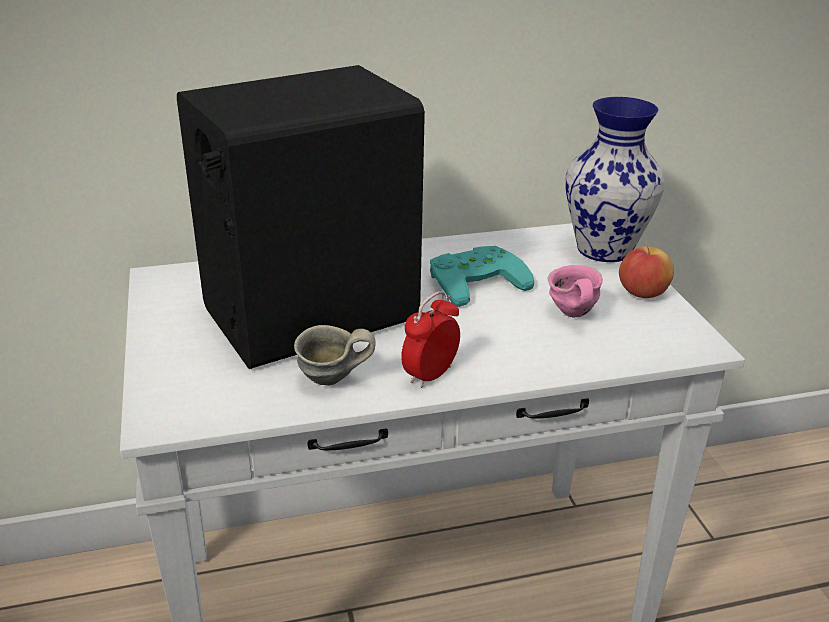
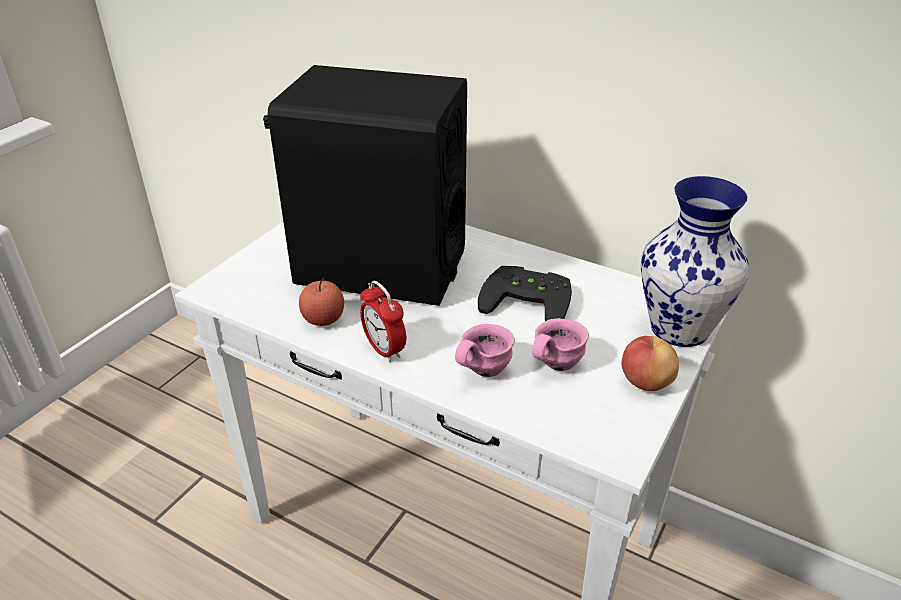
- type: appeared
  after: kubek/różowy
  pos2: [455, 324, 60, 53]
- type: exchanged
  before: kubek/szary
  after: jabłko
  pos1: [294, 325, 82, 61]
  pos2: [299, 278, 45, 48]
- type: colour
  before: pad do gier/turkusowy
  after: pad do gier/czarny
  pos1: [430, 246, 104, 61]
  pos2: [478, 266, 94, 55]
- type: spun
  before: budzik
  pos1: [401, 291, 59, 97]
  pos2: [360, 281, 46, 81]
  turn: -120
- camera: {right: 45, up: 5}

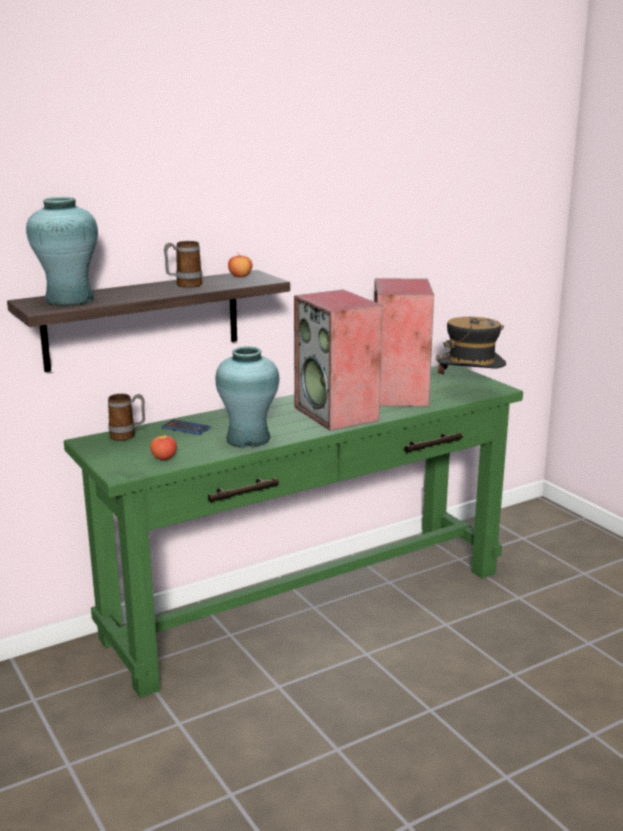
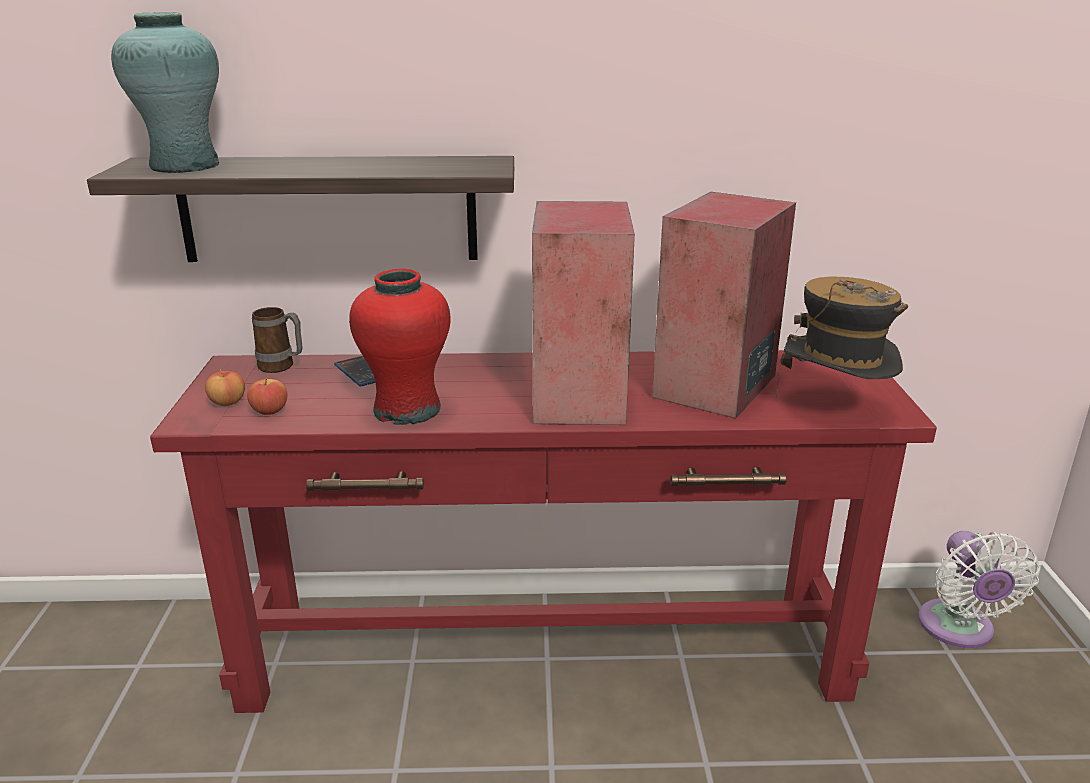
- type: missing
  before: kubek
  pos1: [164, 241, 38, 47]
- type: appeared
  after: wentylator/biały
  pos2: [918, 531, 122, 117]
- type: relocated
  before: jabłko
  pos1: [228, 253, 24, 24]
  pos2: [205, 368, 40, 38]
- type: colour
  before: stolik konsolowy/zielony
  after: stolik konsolowy/czerwony
  pos1: [64, 365, 459, 333]
  pos2: [150, 350, 787, 363]
- type: colour
  before: wazon/turkusowy
  after: wazon/czerwony
  pos1: [215, 346, 64, 102]
  pos2: [349, 269, 102, 156]
- camera: {right: 30, up: 5}

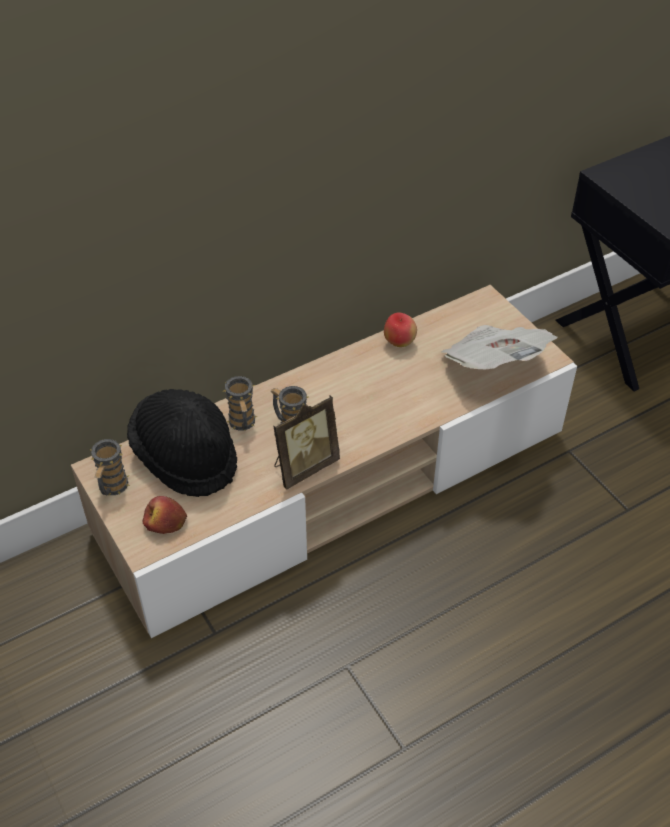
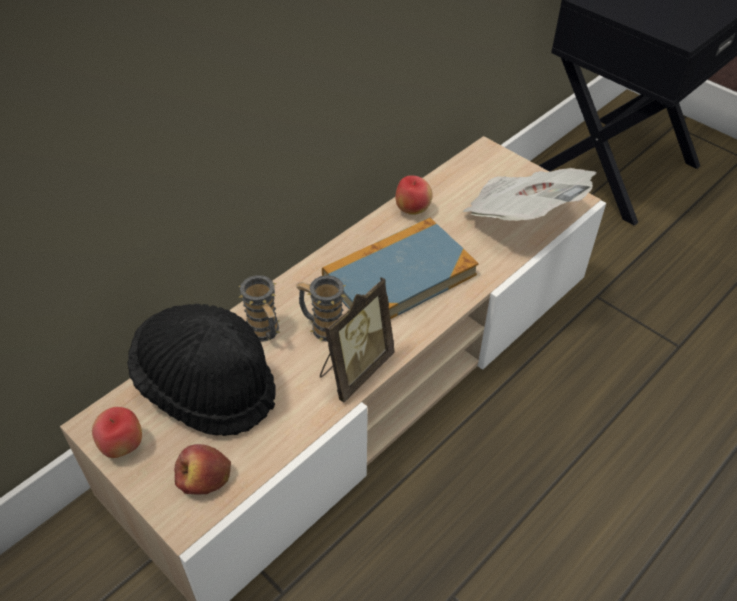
- type: appeared
  after: książka
  pos2: [322, 218, 157, 101]
- type: exchanged
  before: kubek
  after: jabłko
  pos1: [90, 439, 40, 57]
  pos2: [92, 407, 50, 51]
- camera: {right: -15, up: 0}

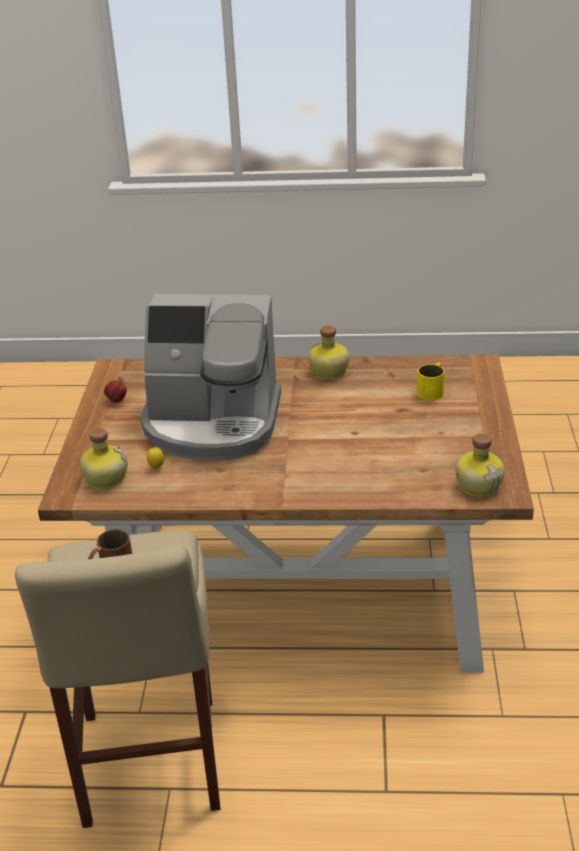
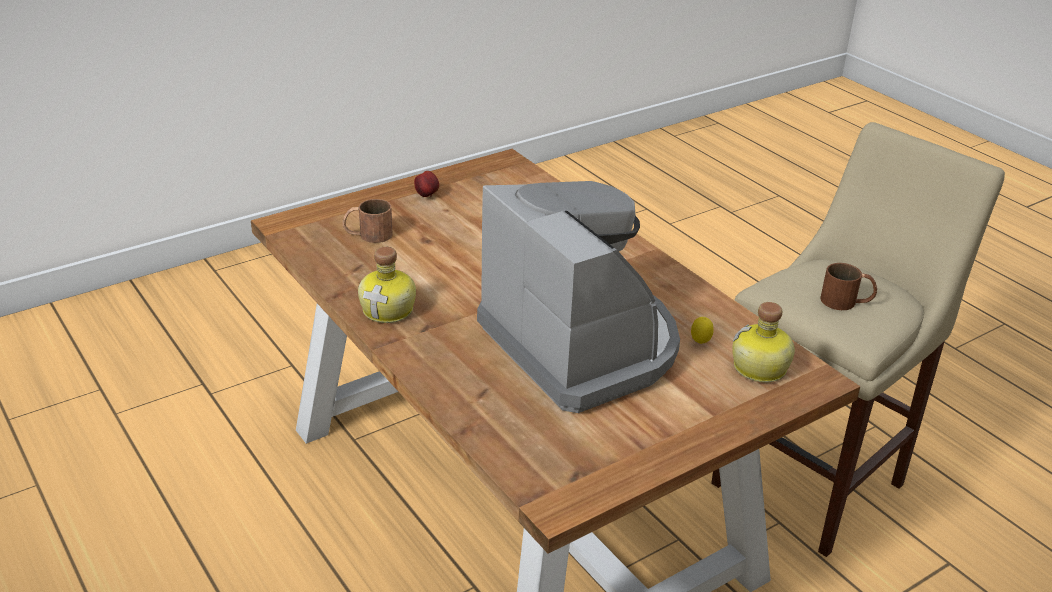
- type: missing
  before: butelka
  pos1: [455, 433, 50, 64]
- type: relocated
  before: jabłko
  pos1: [104, 380, 23, 22]
  pos2: [414, 171, 25, 26]
- type: colour
  before: kubek/żółty
  after: kubek/brązowy
  pos1: [417, 363, 28, 37]
  pos2: [342, 199, 51, 44]
- camera: {right: -130, up: 0}

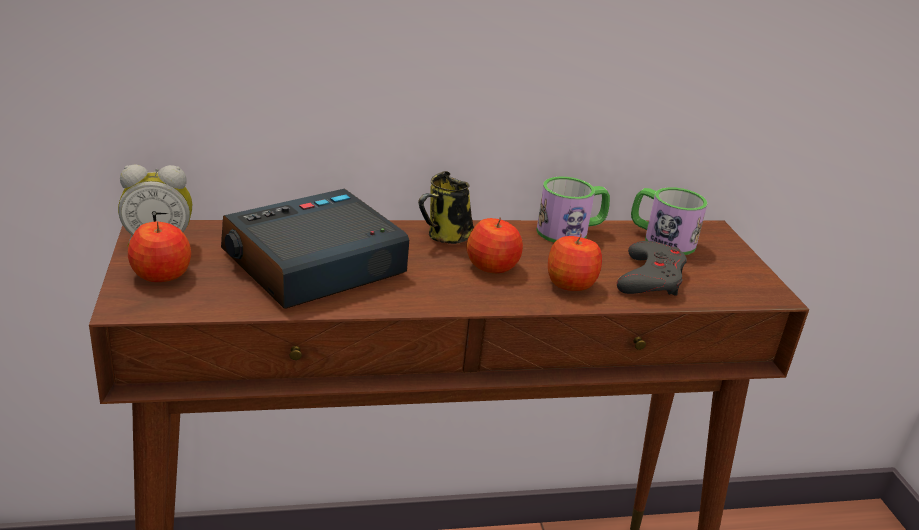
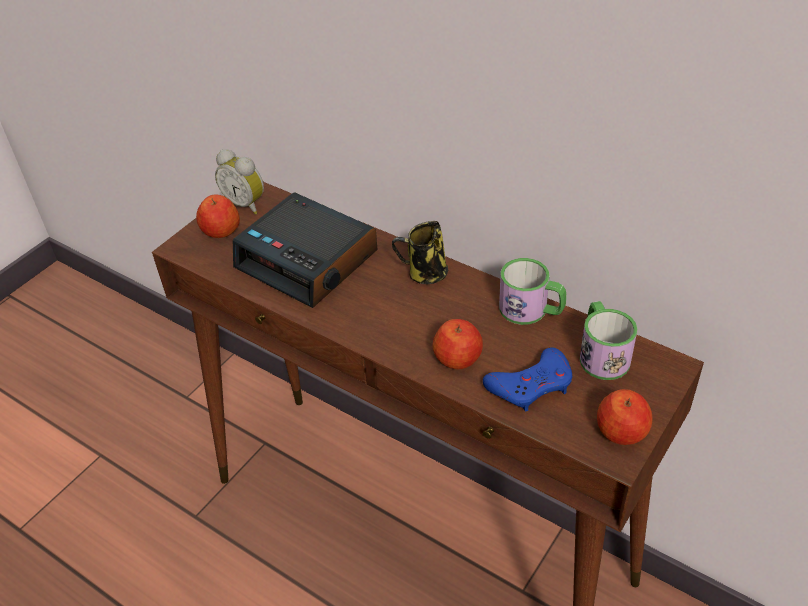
- type: relocated
  before: jabłko
  pos1: [467, 218, 56, 55]
  pos2: [597, 389, 55, 56]
- type: colour
  before: pad do gier/szary
  after: pad do gier/niebieski
  pos1: [617, 241, 70, 55]
  pos2: [483, 347, 89, 65]
- type: spun
  before: budzik
  pos1: [221, 188, 188, 120]
  pos2: [233, 192, 144, 116]
  turn: -150
- camera: {right: 50, up: 15}

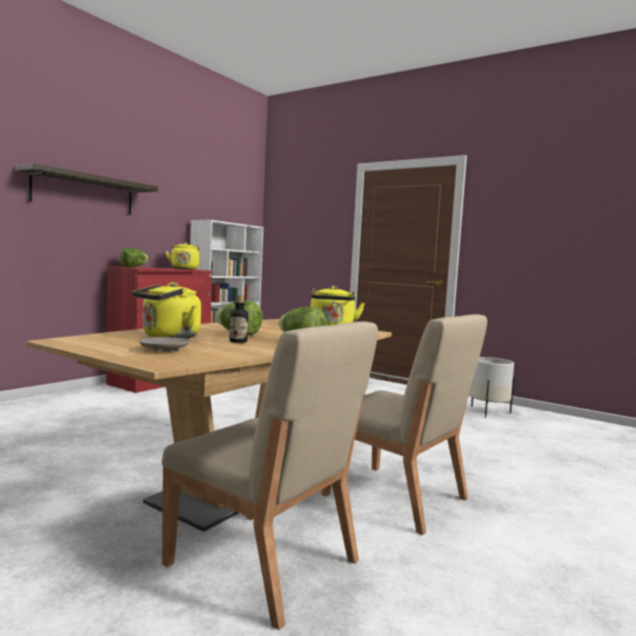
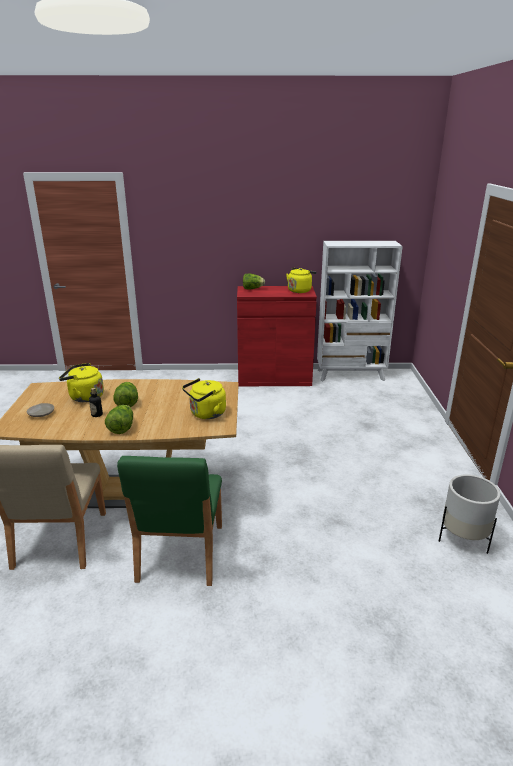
- type: missing
  before: półka
  pos1: [16, 163, 142, 51]
- type: colour
  before: krzesło/beżowy
  after: krzesło/zielony
  pos1: [321, 314, 166, 221]
  pos2: [117, 456, 105, 130]
- camera: {right: 55, up: 20}

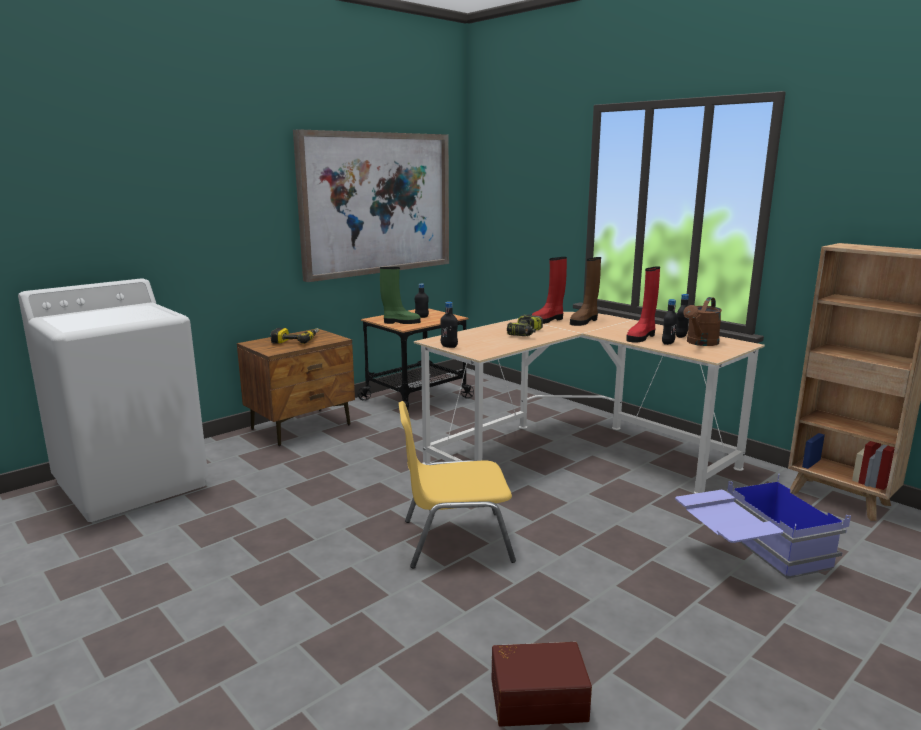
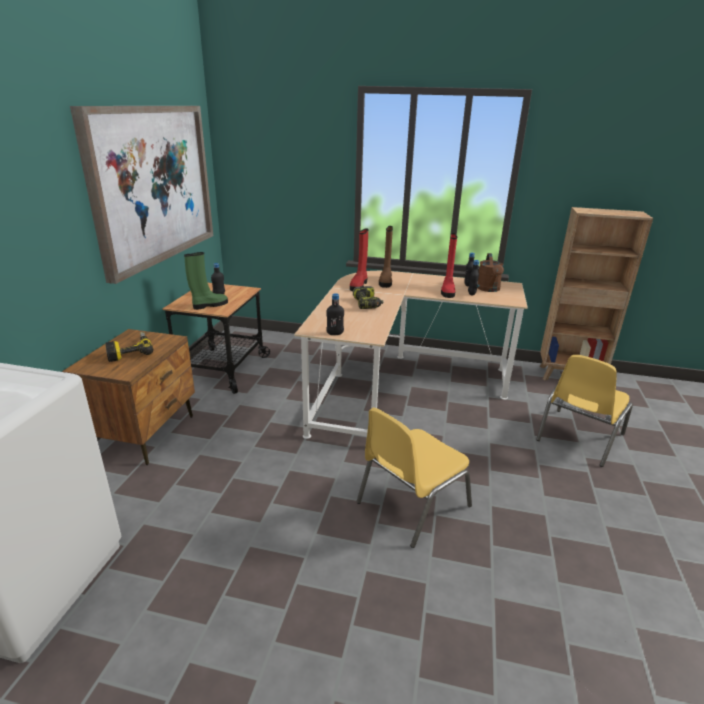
- type: missing
  before: pojemnik do przechowywania/brązowy
  pos1: [492, 642, 100, 85]
- type: exchanged
  before: pojemnik do przechowywania/niebieski
  after: krzesło/żółty
  pos1: [675, 474, 176, 105]
  pos2: [536, 355, 97, 112]
- camera: {right: -35, up: 10}

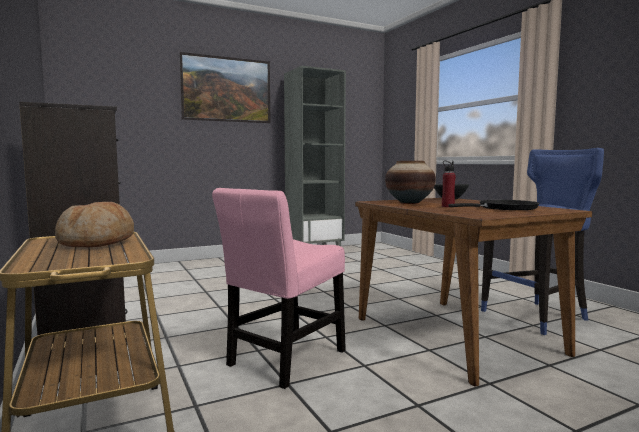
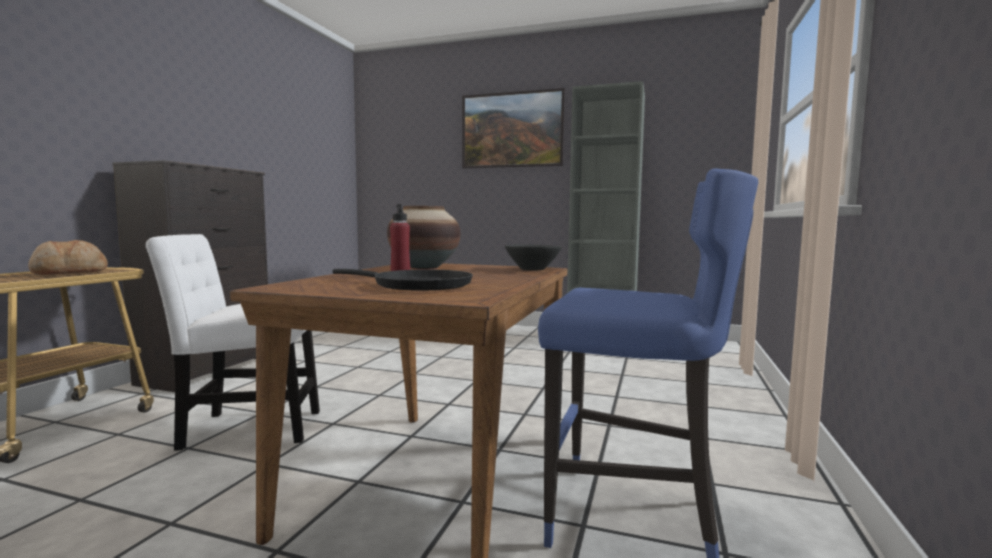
- type: colour
  before: krzesło/różowy
  after: krzesło/biały
  pos1: [212, 188, 134, 201]
  pos2: [146, 234, 174, 217]
- camera: {right: 45, up: 0}

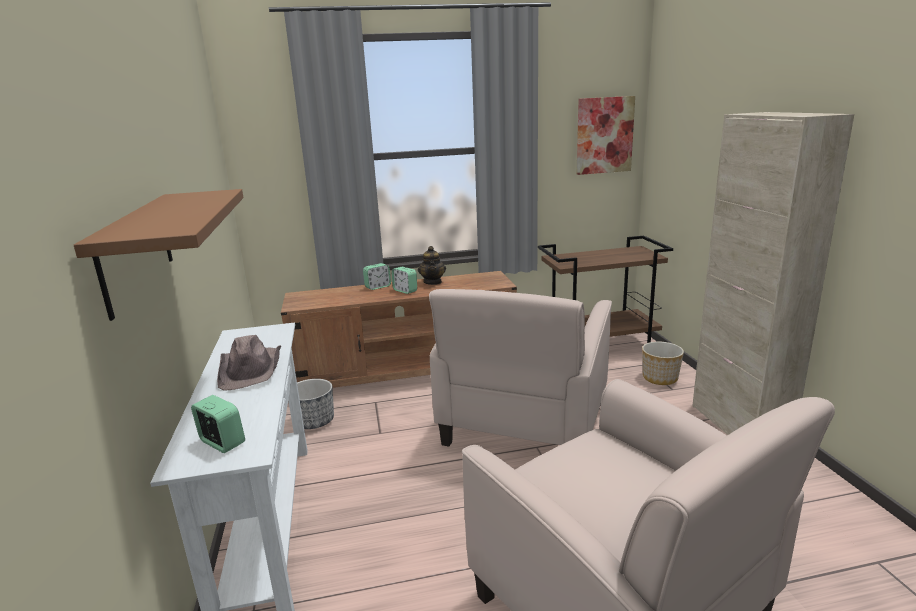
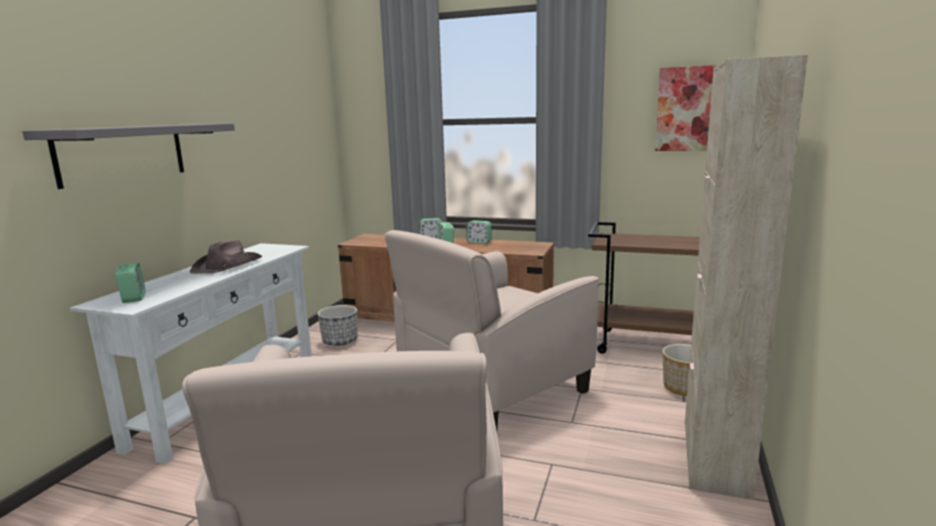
- type: exchanged
  before: imbryk
  after: budzik
  pos1: [418, 246, 28, 39]
  pos2: [466, 220, 25, 24]
- type: colour
  before: półka/brązowy
  after: półka/szary
  pos1: [74, 189, 170, 132]
  pos2: [22, 123, 213, 66]
- camera: {right: 30, up: -5}

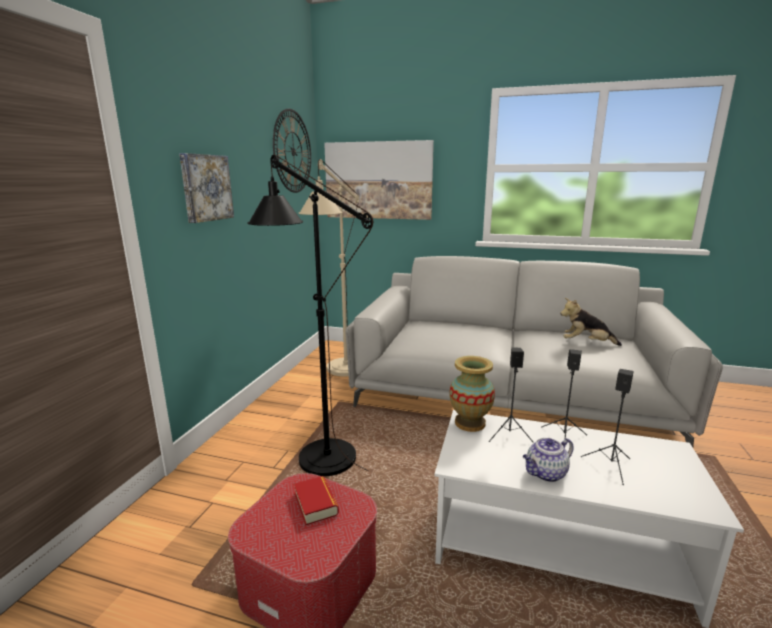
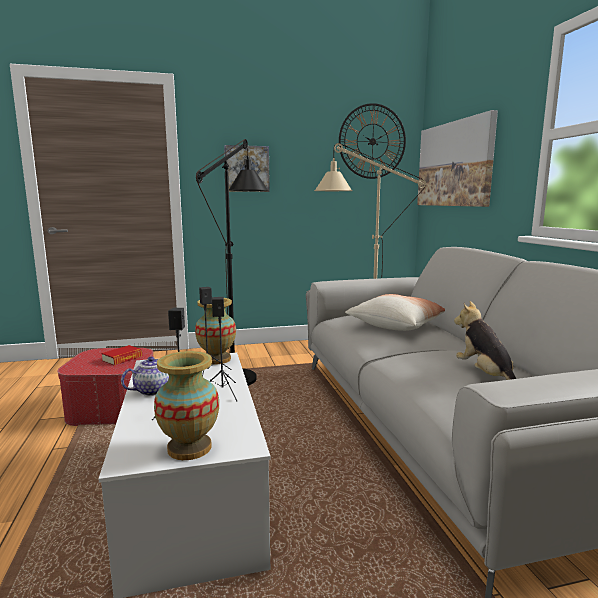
- type: appeared
  after: wazon
  pos2: [154, 351, 65, 109]
- type: appeared
  after: poduszka
  pos2: [345, 294, 100, 37]
- type: spun
  before: imbryk
  pos1: [523, 438, 50, 44]
  pos2: [121, 357, 48, 39]
  turn: 105
- camera: {right: 60, up: -5}

